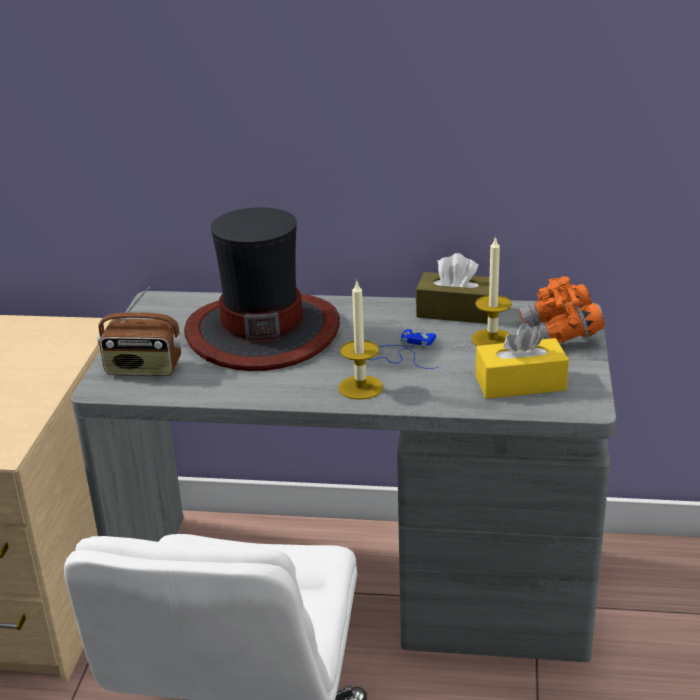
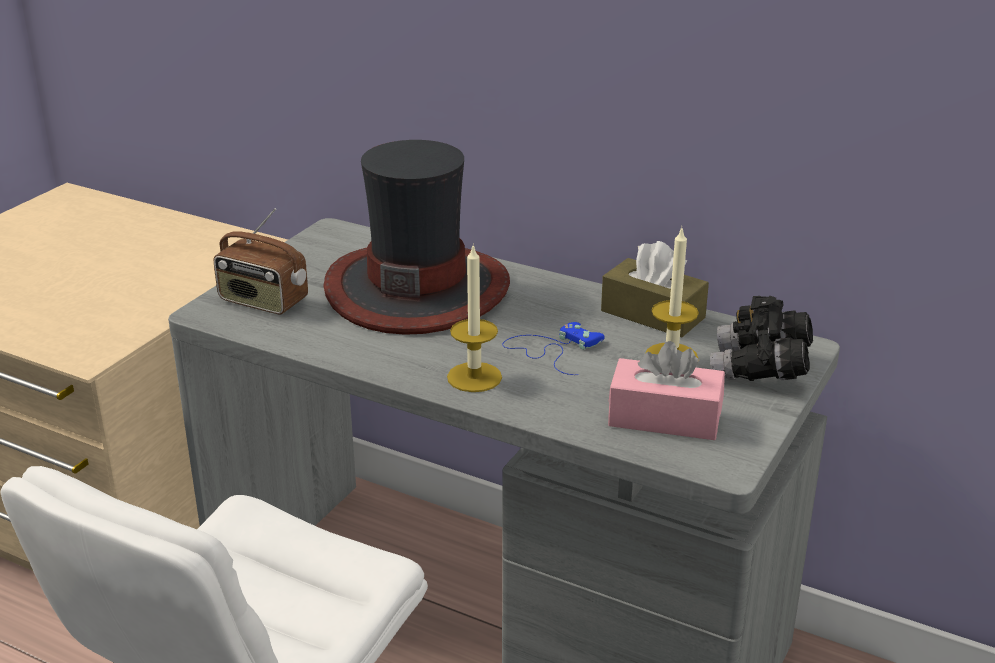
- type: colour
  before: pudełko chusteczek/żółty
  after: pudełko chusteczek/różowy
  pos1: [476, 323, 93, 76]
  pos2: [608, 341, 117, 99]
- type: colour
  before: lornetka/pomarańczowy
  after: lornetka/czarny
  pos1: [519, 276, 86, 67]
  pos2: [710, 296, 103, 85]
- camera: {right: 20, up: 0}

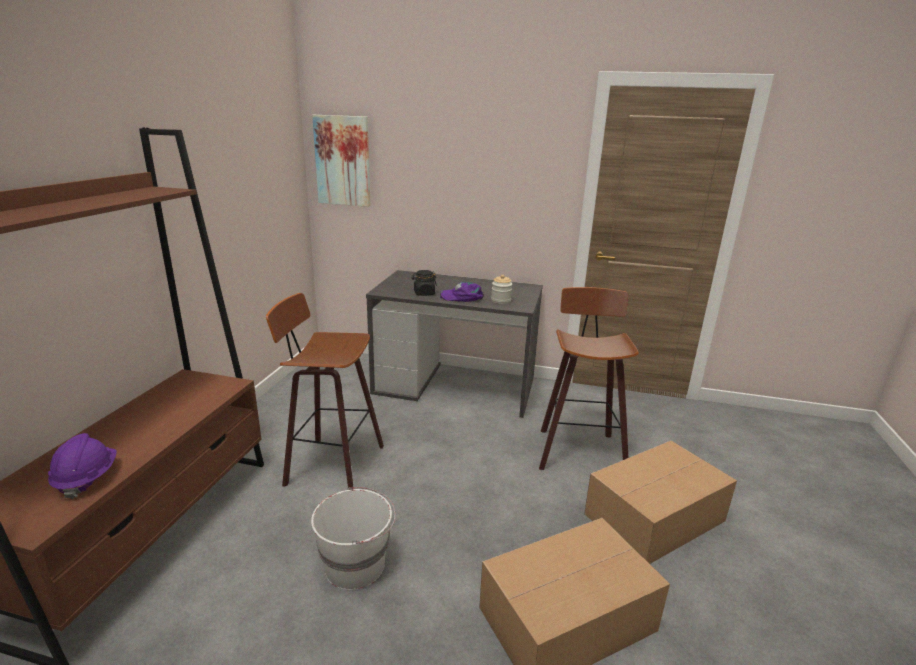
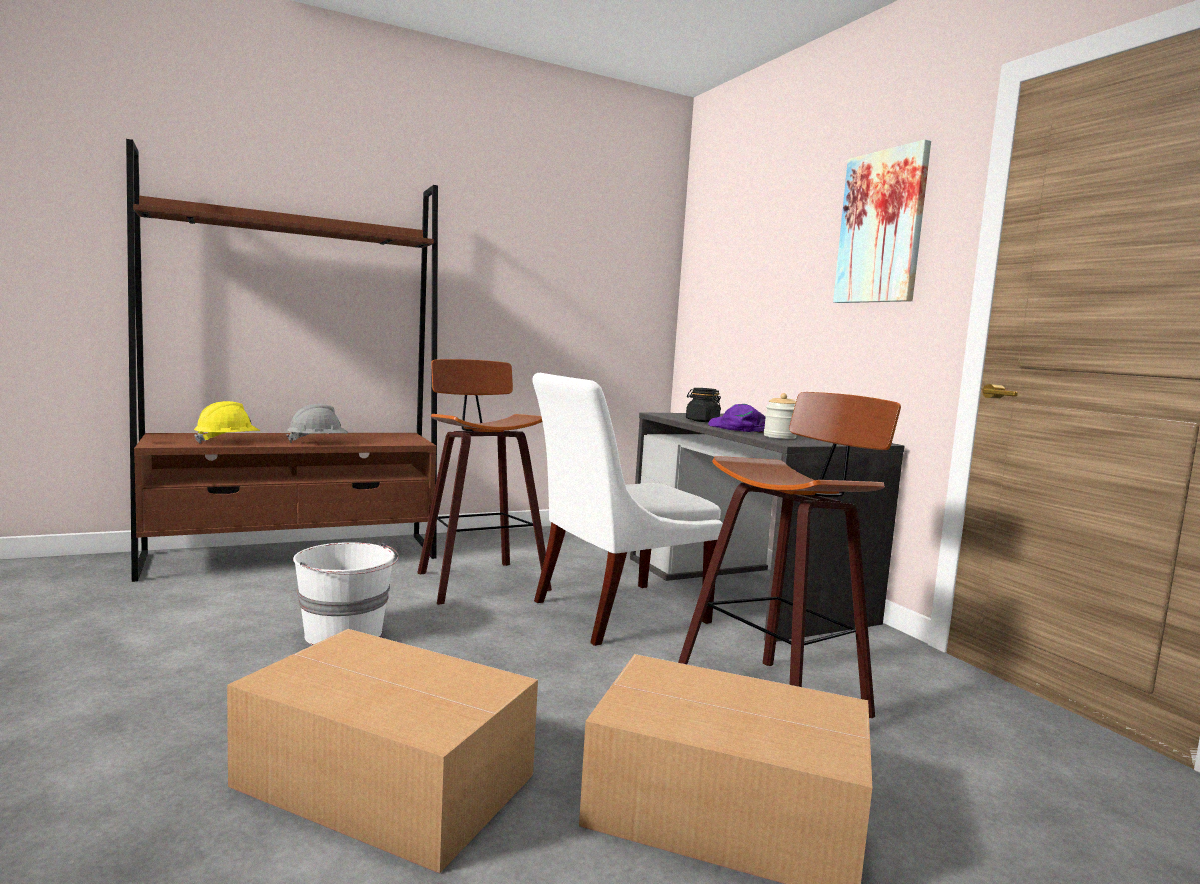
- type: appeared
  after: kask/szary
  pos2: [287, 404, 61, 39]
- type: appeared
  after: krzesło/biały
  pos2: [532, 373, 191, 273]
- type: relocated
  before: obraz
  pos1: [312, 115, 58, 92]
  pos2: [833, 139, 98, 164]
- type: colour
  before: kask/fioletowy
  after: kask/żółty
  pos1: [48, 433, 69, 66]
  pos2: [194, 401, 66, 43]
- camera: {right: 50, up: -15}

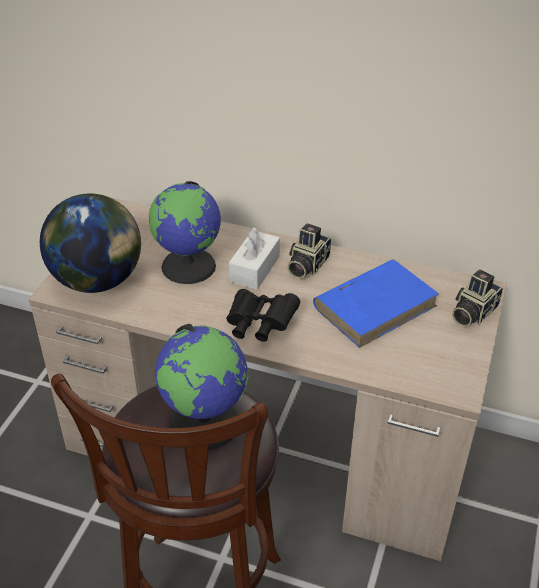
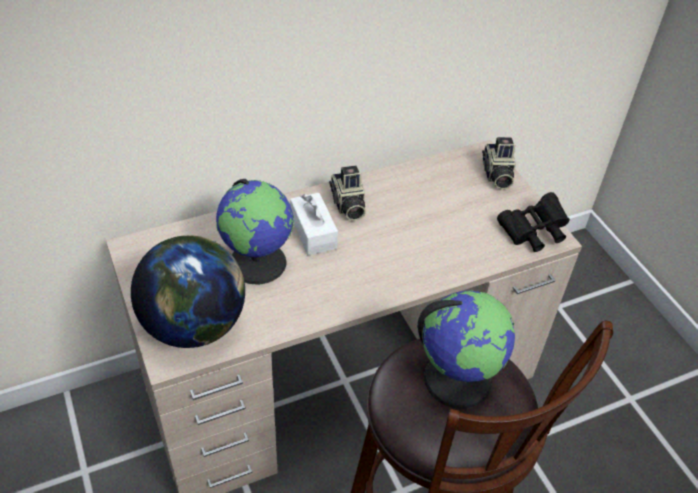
- type: missing
  before: książka/niebieski
  pos1: [313, 260, 126, 88]
- type: relocated
  before: lornetka/czarny
  pos1: [226, 289, 74, 53]
  pos2: [497, 192, 73, 60]
- camera: {right: -45, up: 5}

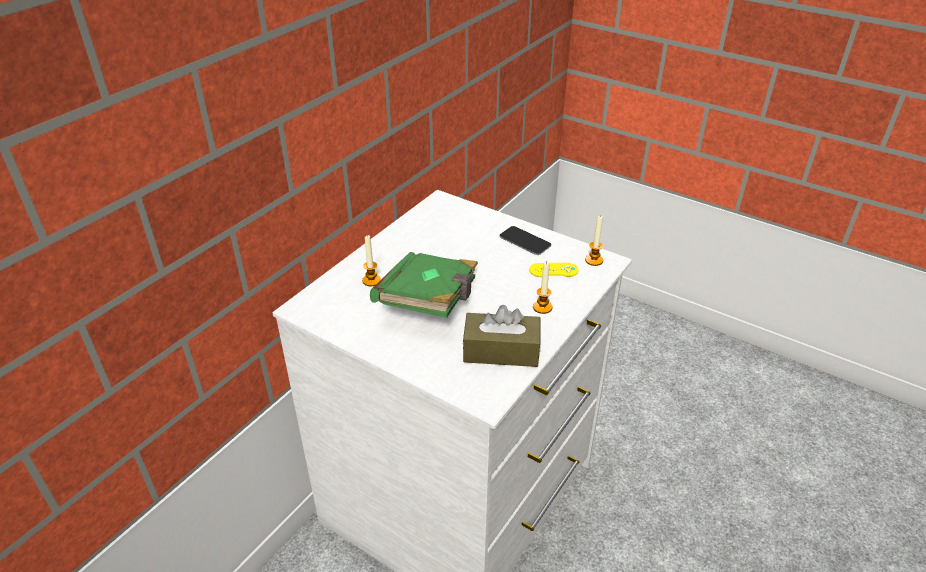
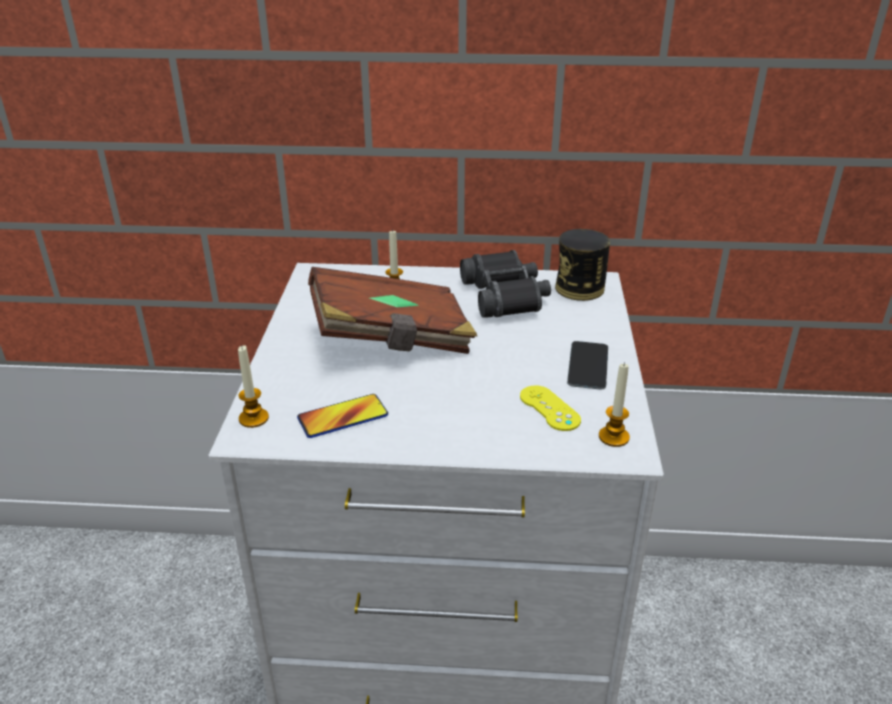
- type: appeared
  after: lornetka/czarny
  pos2: [460, 250, 91, 68]
- type: appeared
  after: puszka
  pos2: [555, 229, 55, 72]
- type: relocated
  before: świeca
  pos1: [533, 261, 19, 53]
  pos2: [238, 345, 31, 83]
- type: exchanged
  before: pudełko chusteczek/brązowy
  after: telefon
  pos1: [463, 305, 77, 62]
  pos2: [297, 394, 91, 44]
- type: colour
  before: książka/zielony
  after: książka/brązowy
  pos1: [370, 252, 108, 66]
  pos2: [308, 267, 169, 87]
- camera: {right: 60, up: -5}

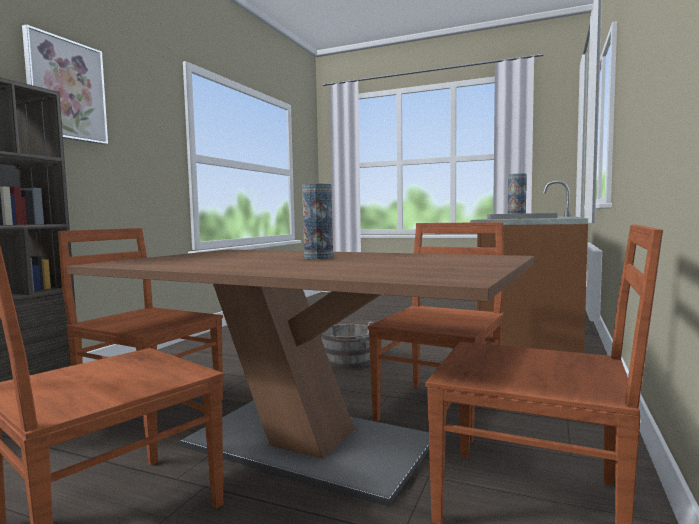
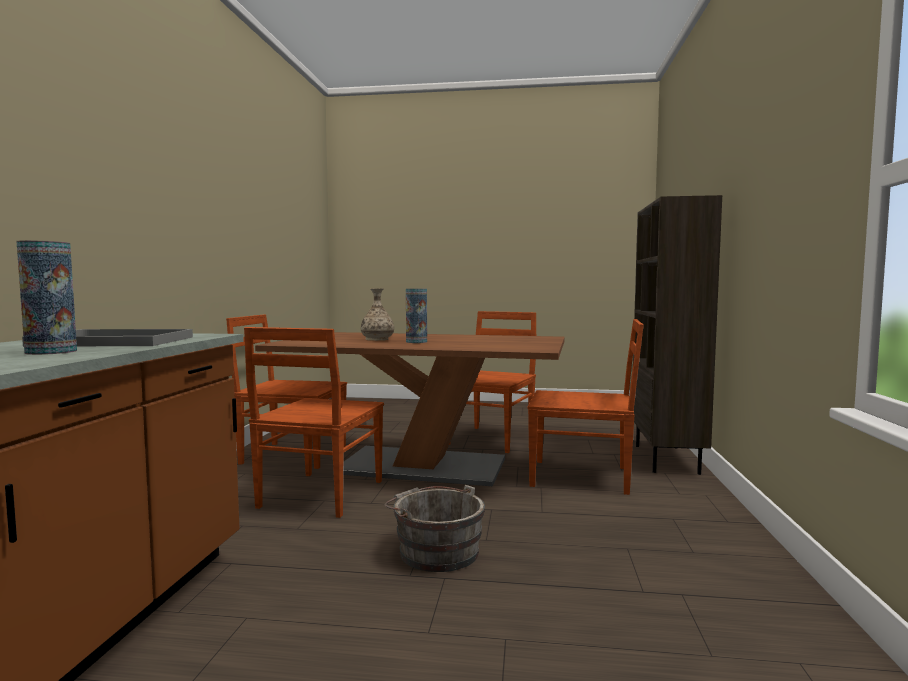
- type: missing
  before: obraz
  pos1: [22, 24, 86, 120]
- type: appeared
  after: wazon
  pos2: [361, 288, 33, 53]
- camera: {right: 165, up: 0}

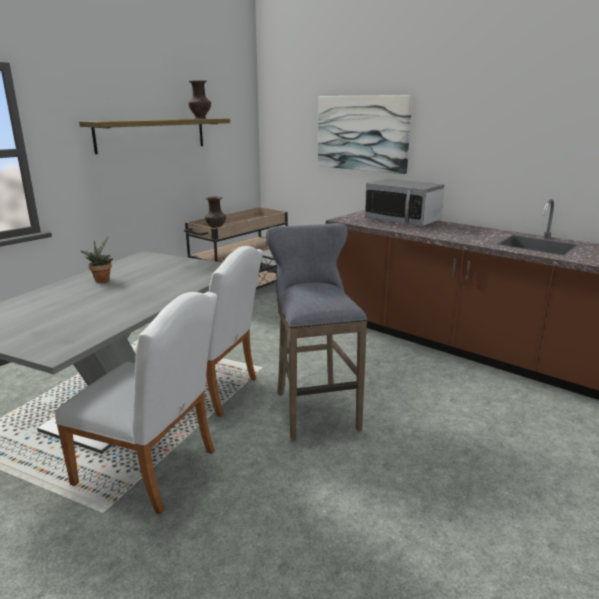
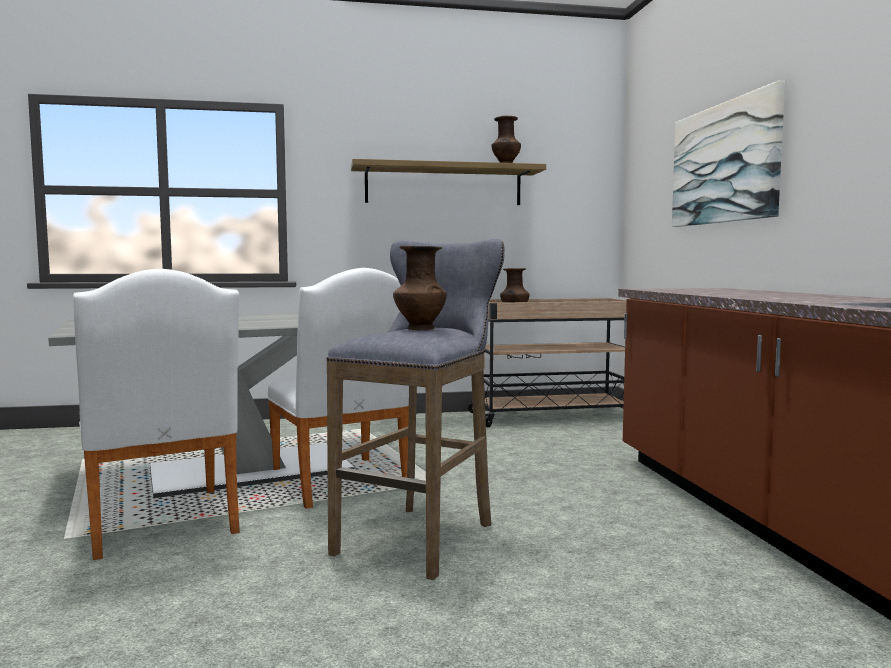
- type: missing
  before: roślina doniczkowa
  pos1: [80, 236, 33, 46]
- type: missing
  before: mikrofalówka
  pos1: [364, 179, 80, 48]
- type: appeared
  after: wazon/brązowy
  pos2: [393, 246, 54, 84]
- camera: {right: 40, up: -15}

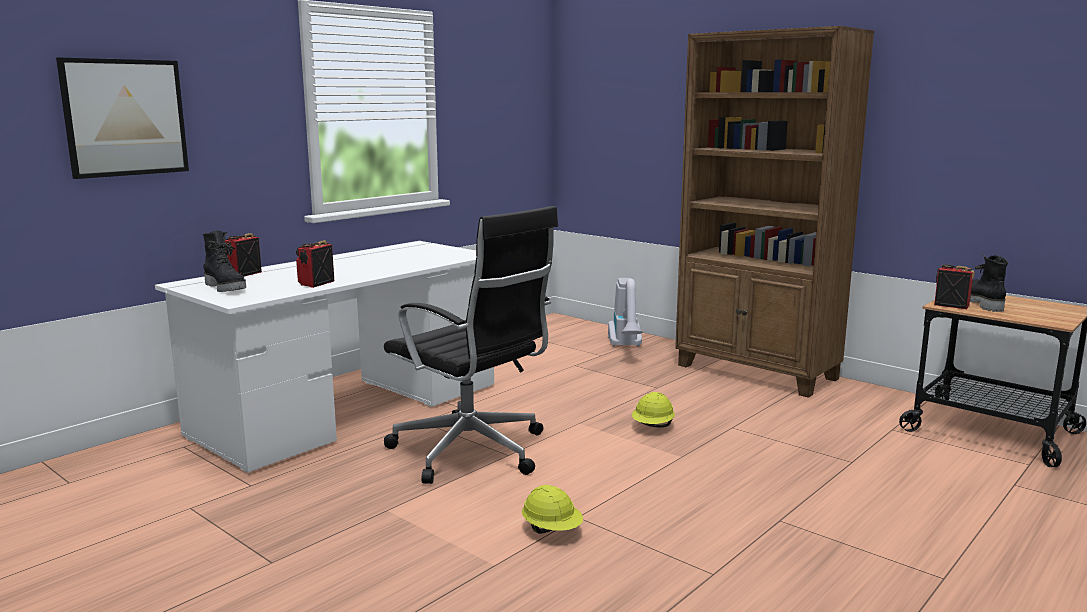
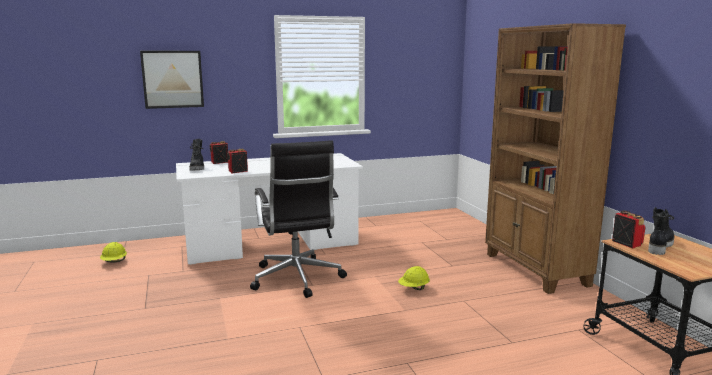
- type: missing
  before: odkurzacz
  pos1: [608, 278, 35, 69]
- type: relocated
  before: kask/żółty
  pos1: [522, 485, 61, 49]
  pos2: [100, 242, 27, 20]
- camera: {right: 30, up: 0}

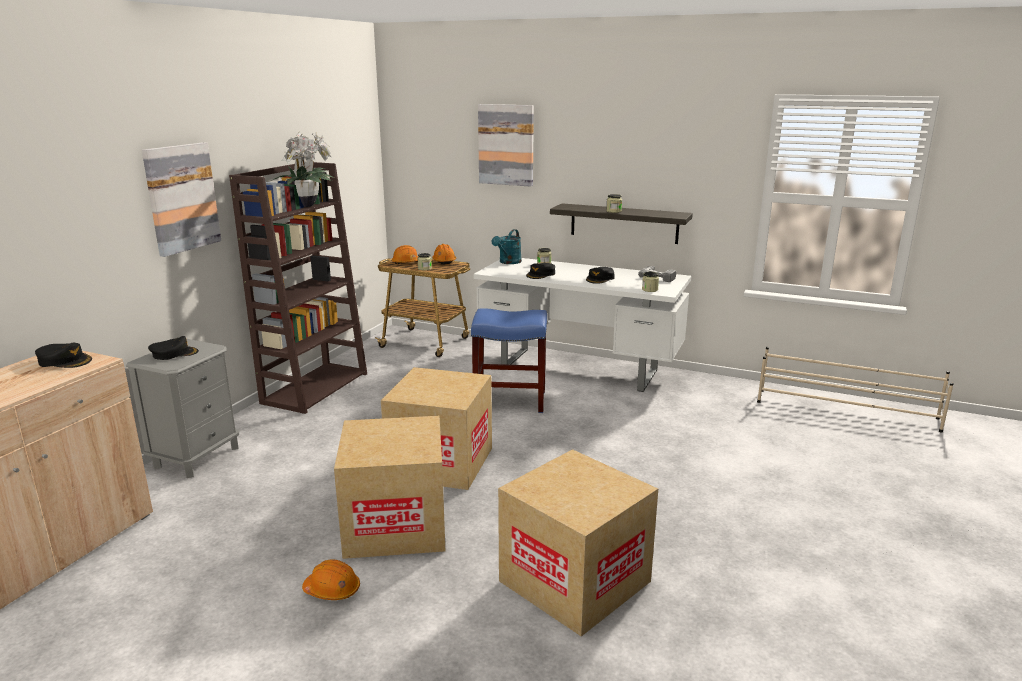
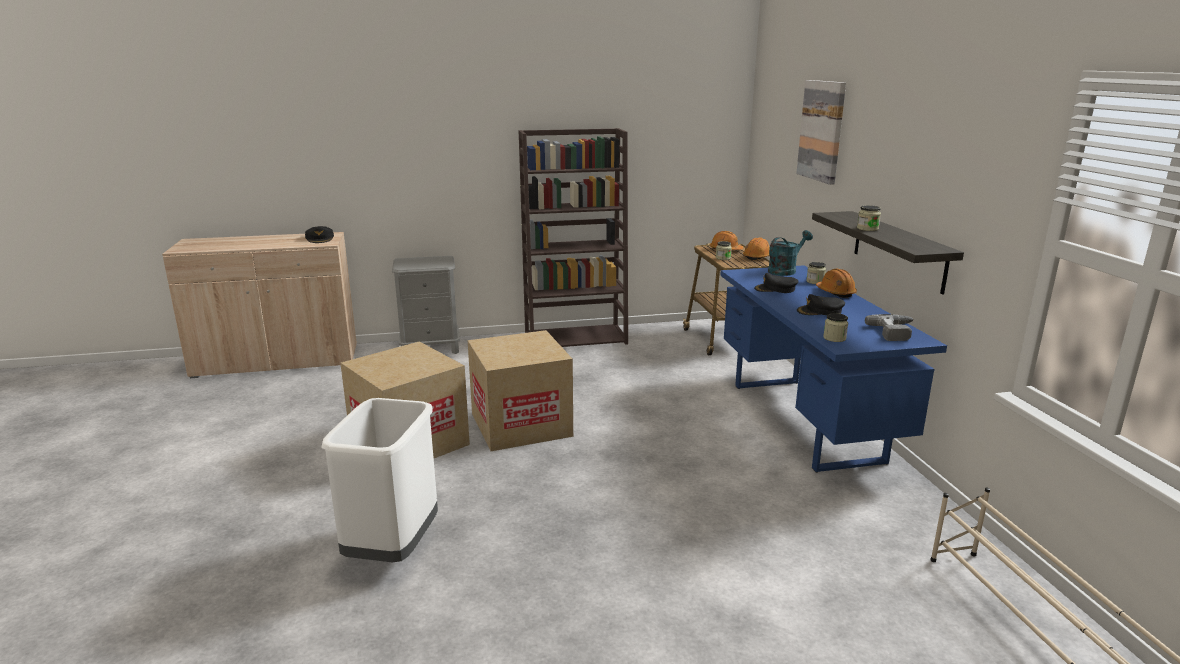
- type: missing
  before: obraz
  pos1: [142, 142, 79, 115]
- type: missing
  before: czapka z daszkiem/czarny
  pos1: [148, 336, 51, 24]
- type: missing
  before: roślina doniczkowa
  pos1: [271, 132, 64, 75]
- type: missing
  before: stołek/niebieski
  pos1: [471, 308, 76, 105]
- type: relocated
  before: kask/pomarańczowy
  pos1: [302, 559, 58, 41]
  pos2: [816, 268, 41, 30]
- type: exchanged
  before: karton
  after: kosz na śmieci/biały
  pos1: [498, 449, 160, 187]
  pos2: [321, 398, 117, 164]
- type: colour
  before: biurko/biały
  after: biurko/niebieski
  pos1: [473, 258, 218, 134]
  pos2: [720, 265, 227, 208]
- type: spun
  before: konewka/turkusowy
  pos1: [492, 229, 30, 35]
  pos2: [768, 230, 45, 46]
  turn: 150
- camera: {right: 55, up: 0}

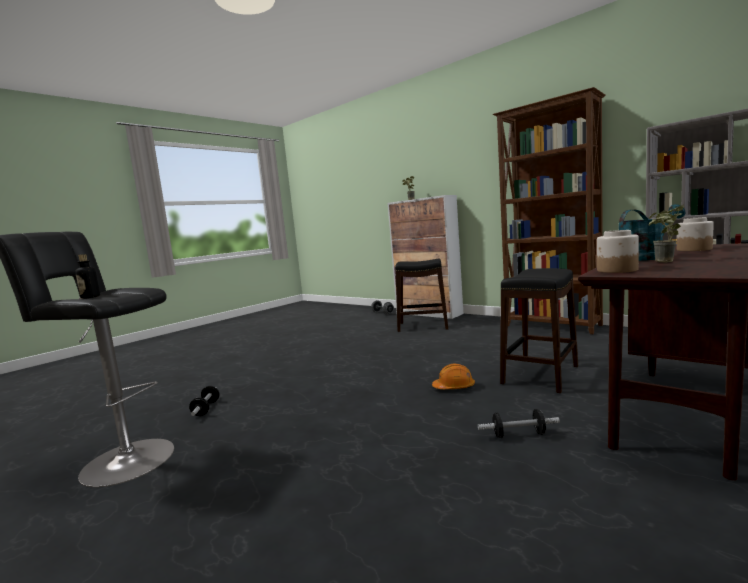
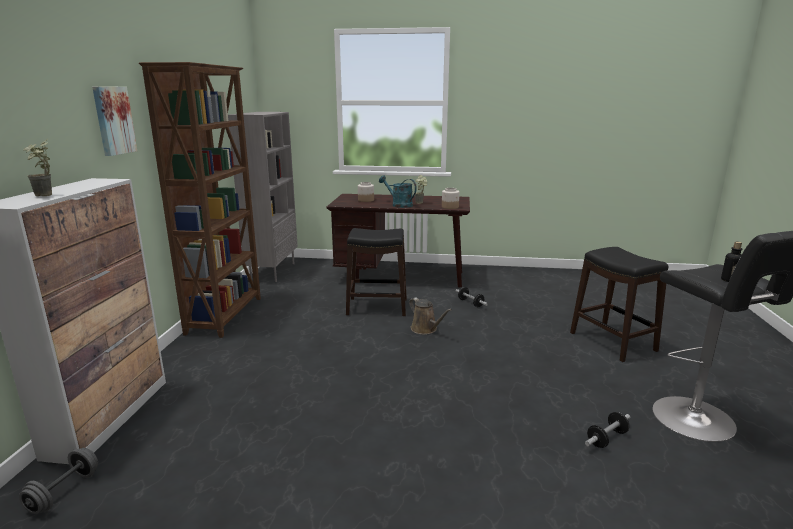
- type: appeared
  after: obraz
  pos2: [92, 86, 45, 70]
- type: relocated
  before: stołek/czarny
  pos1: [395, 258, 53, 74]
  pos2: [570, 247, 99, 115]
- type: exchanged
  before: kask/pomarańczowy
  after: konewka/brązowy
  pos1: [432, 364, 43, 25]
  pos2: [409, 298, 43, 36]
- camera: {right: -125, up: 10}

